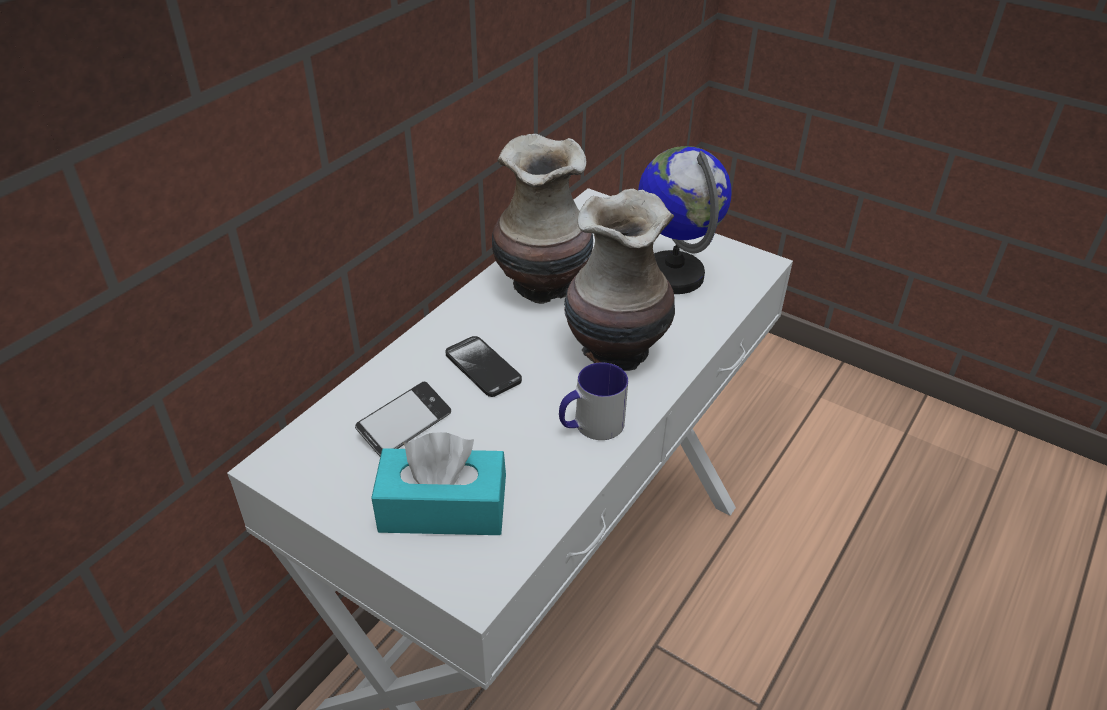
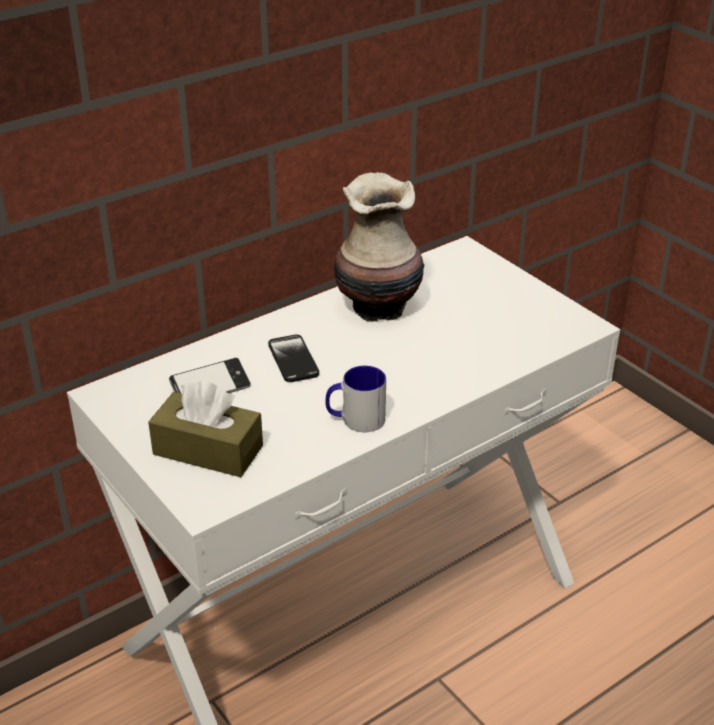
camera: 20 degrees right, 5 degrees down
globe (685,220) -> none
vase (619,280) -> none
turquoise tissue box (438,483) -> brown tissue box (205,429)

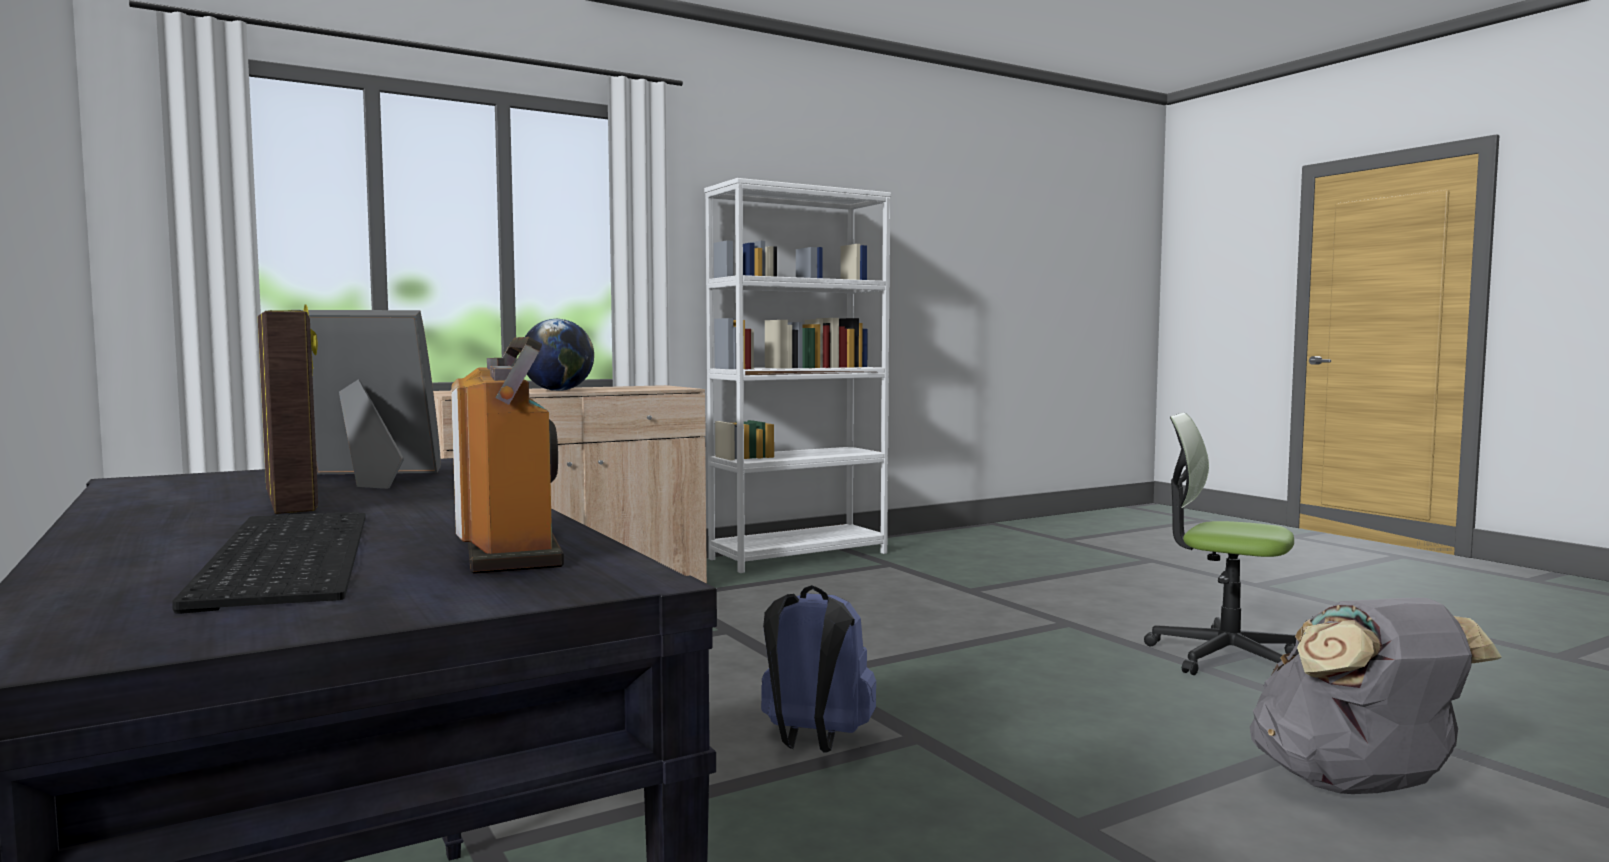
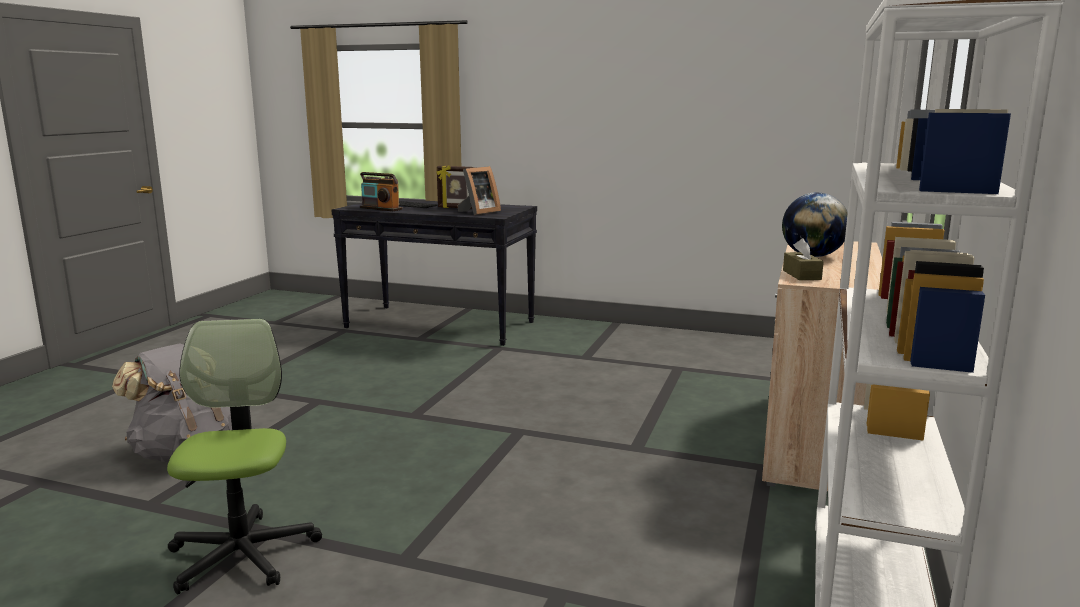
camera: 140 degrees right, 10 degrees up
office chair (1220,544) -> office chair (244,457), 90 degrees counterclockwise
blue backpack (818,669) -> none
none -> brown tissue box (803,259)

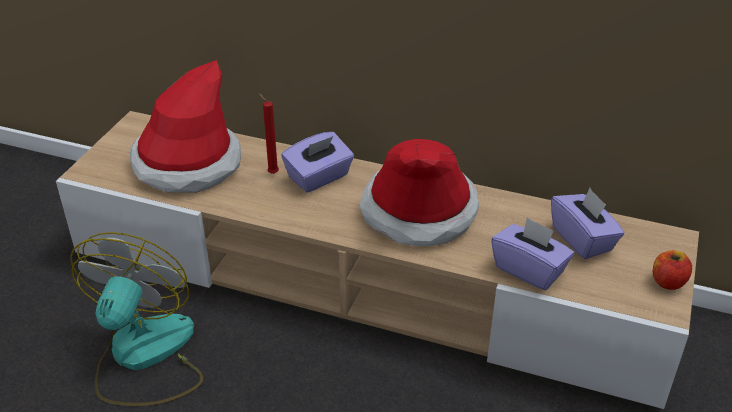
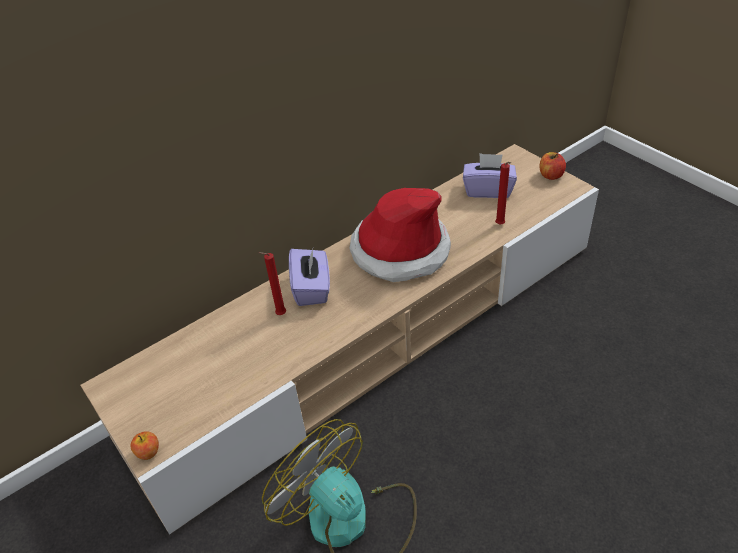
camera: 55 degrees left, 5 degrees up
hat (185,126) -> none
purple tissue box (532,253) -> red candle (503,193)
none -> apple (144,445)

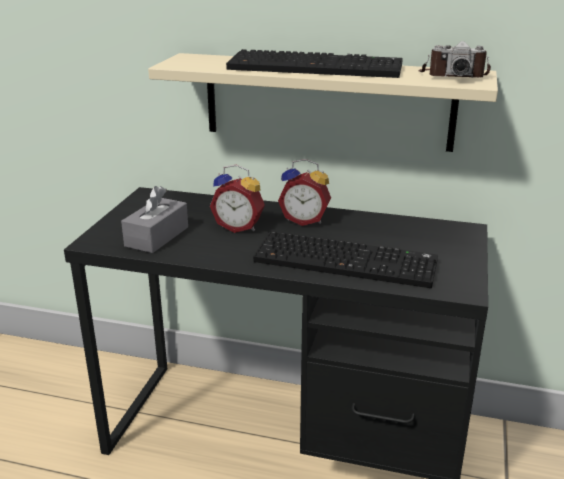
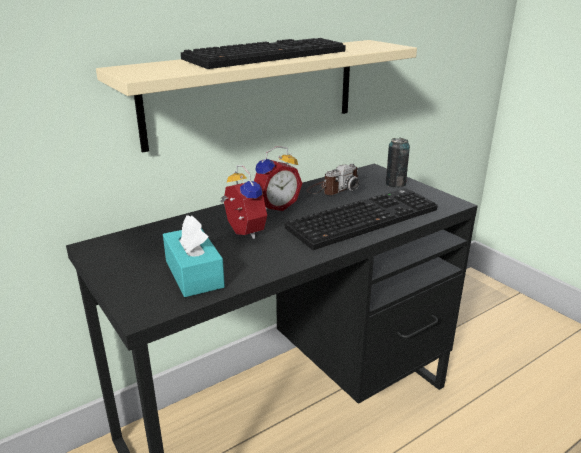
camera: 50 degrees left, 0 degrees up
photo camera (454,59) -> photo camera (333,179), relocated
alarm clock (237,199) -> alarm clock (243,202), 90 degrees counterclockwise
grey tissue box (154,219) -> turquoise tissue box (194,256)
none -> can (398,162)

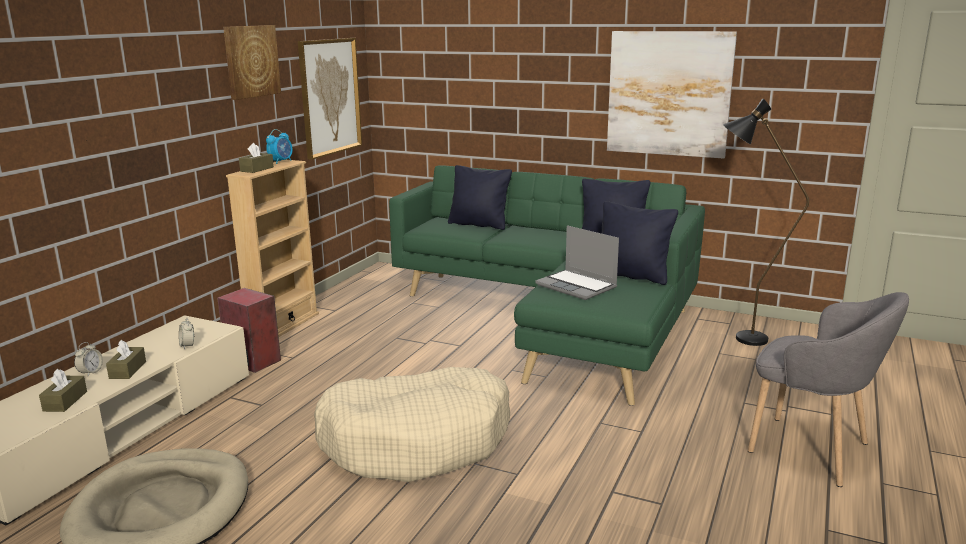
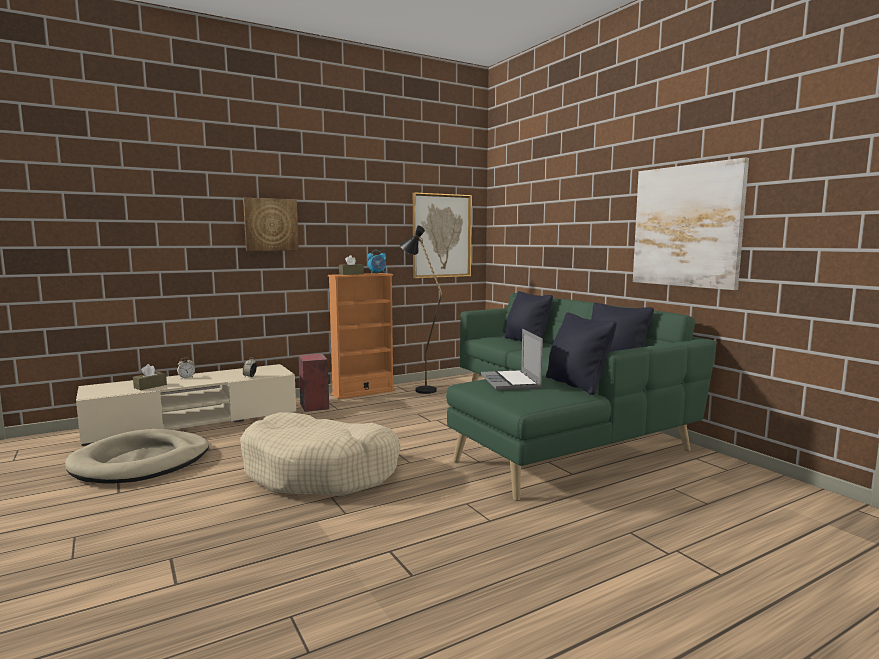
camera: 35 degrees right, 10 degrees down
picture (252,62) -> picture (271,224), relocated
black floor lamp (766,222) -> black floor lamp (421,309), relocated
beige bookcase (272,248) -> orange bookcase (361,336)
grey armchair (828,389) -> none
brown tissue box (126,359) -> none

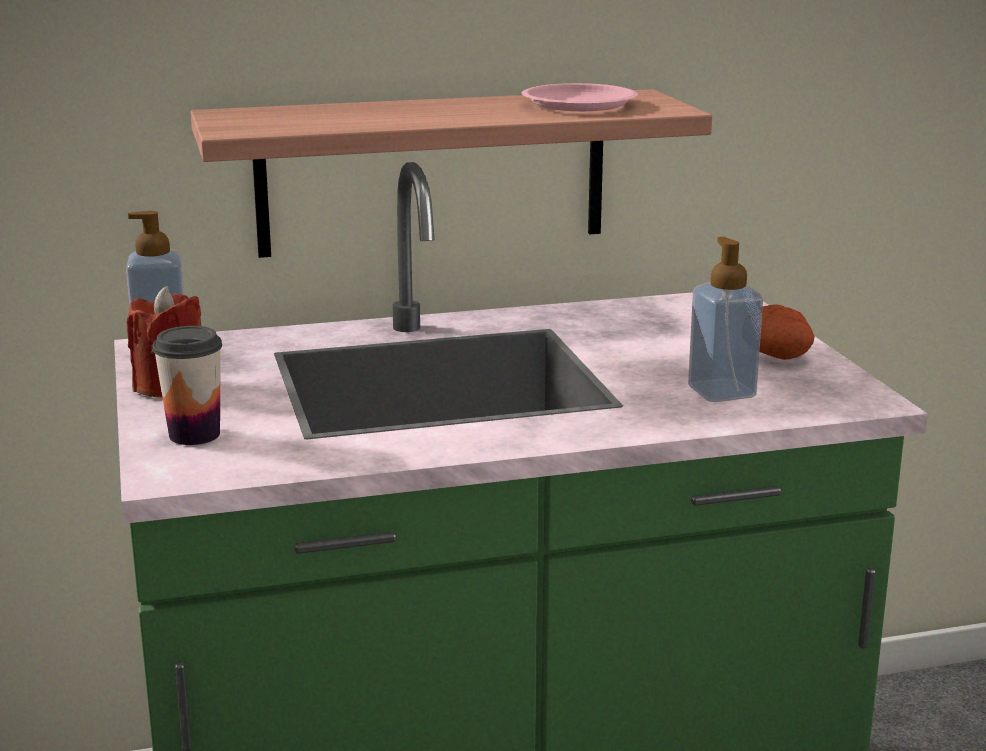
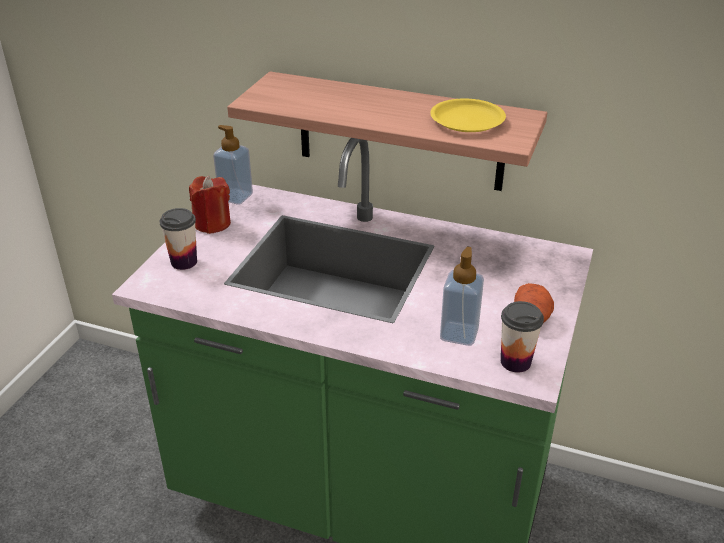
camera: 35 degrees right, 15 degrees up
pink plate (580,97) -> yellow plate (468,115)
none -> cup (522,337)

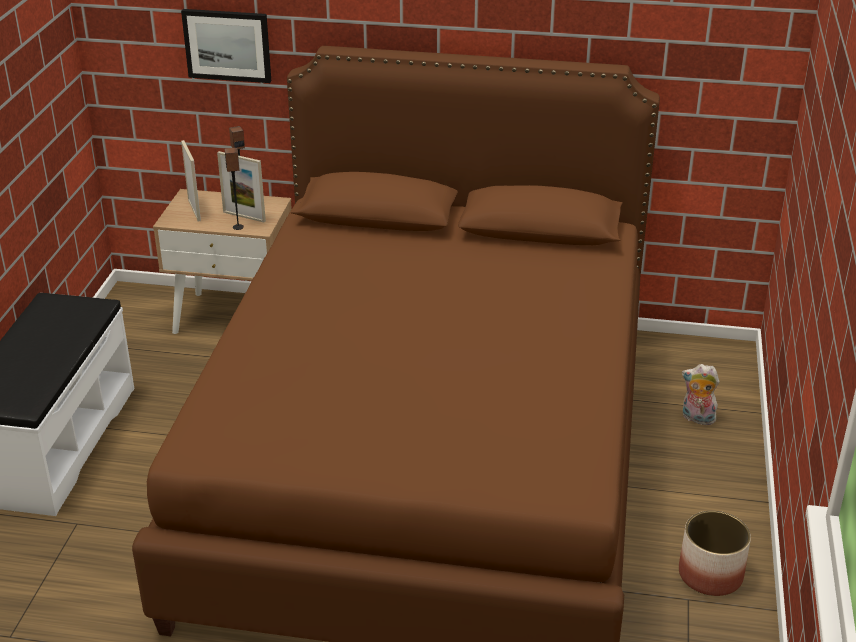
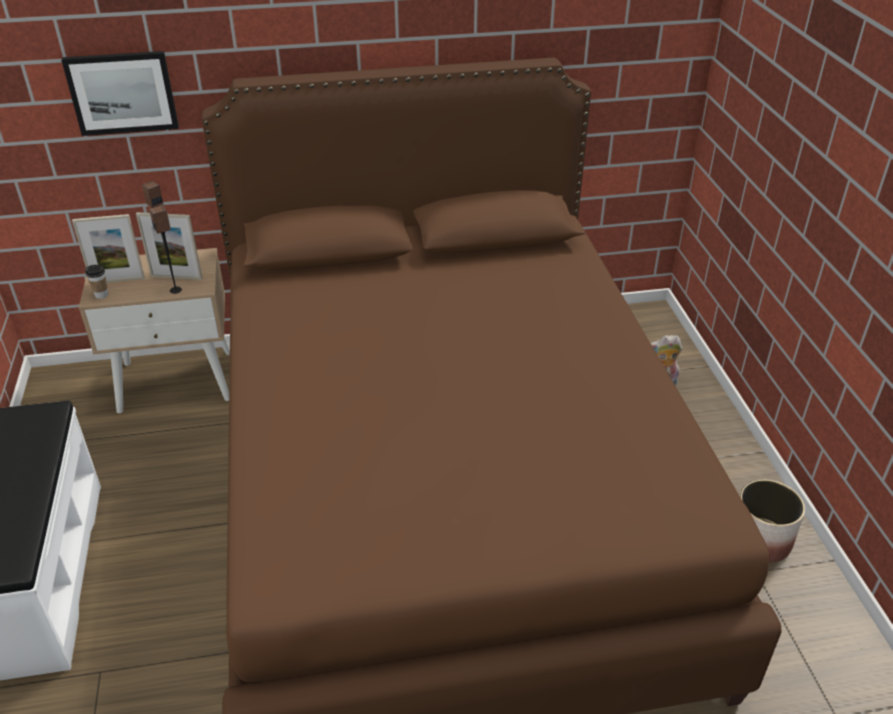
camera: 20 degrees left, 5 degrees up
picture frame (191,180) -> picture frame (108,248), 120 degrees clockwise
none -> cup (96,281)

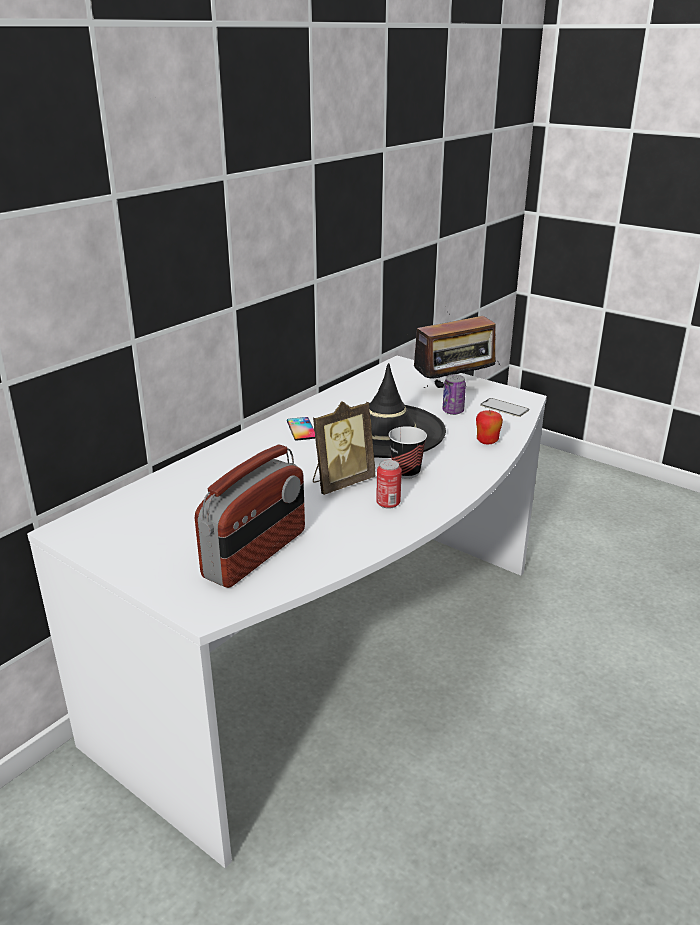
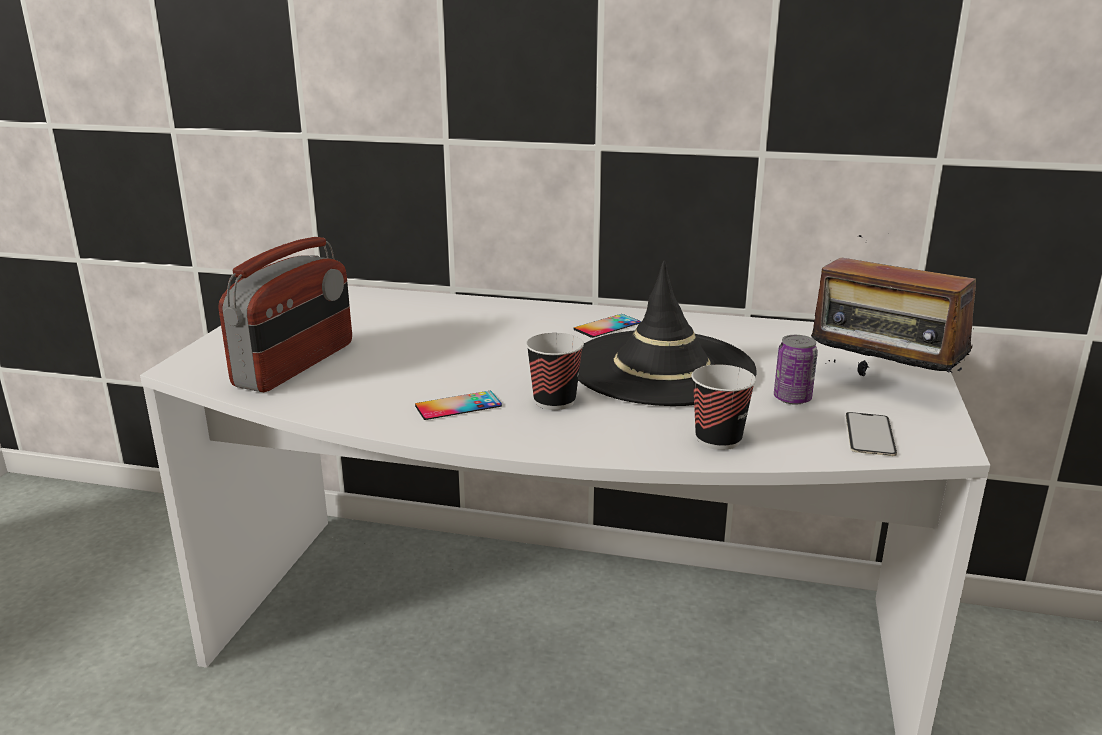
camera: 65 degrees right, 5 degrees down
picture frame (344,448) -> none
apple (489,426) -> cup (724,407)
radio (250,516) -> radio (285,314), 75 degrees counterclockwise
can (389,484) -> phone (458,405)

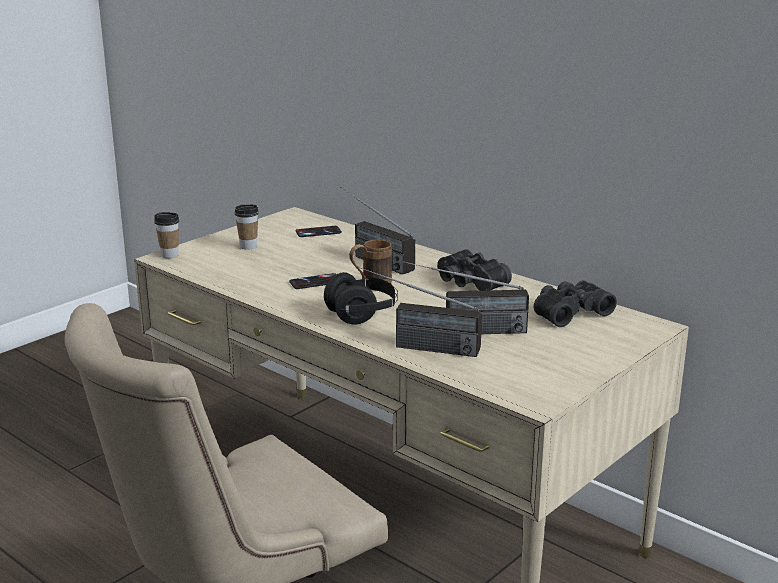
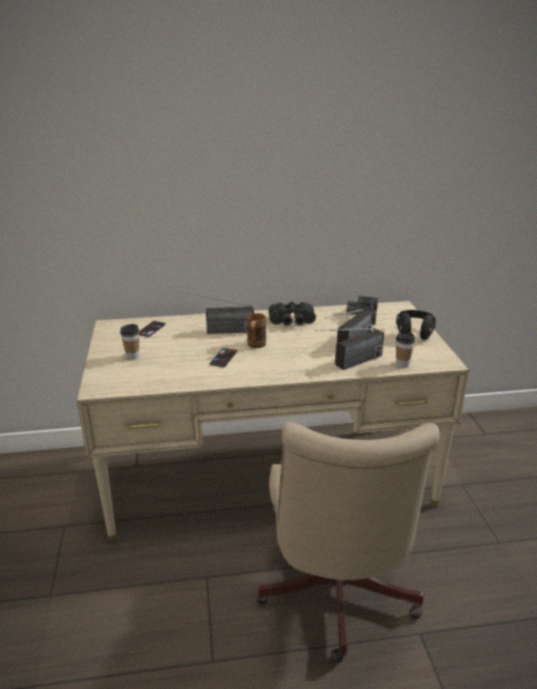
camera: 50 degrees left, 5 degrees up
cup (166,235) -> cup (405,350), relocated
black headphones (361,298) -> black headphones (416,325), relocated

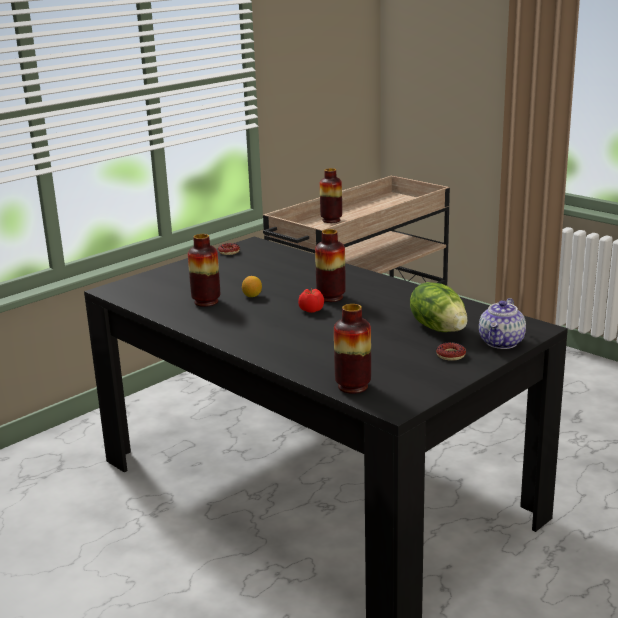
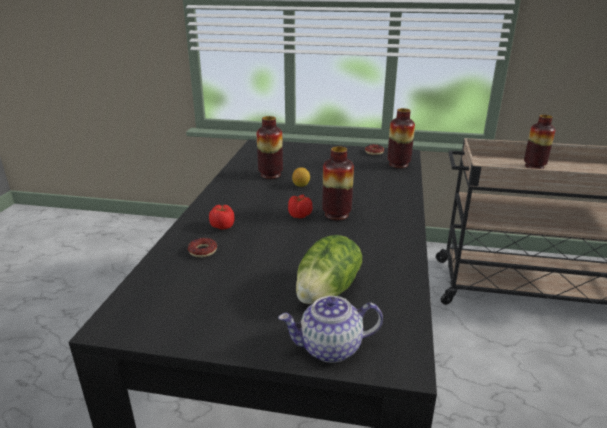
camera: 55 degrees right, 5 degrees up
vase (352,349) -> vase (401,138), relocated
donut (451,352) -> donut (202,247), relocated
none -> tomato (221,217)

